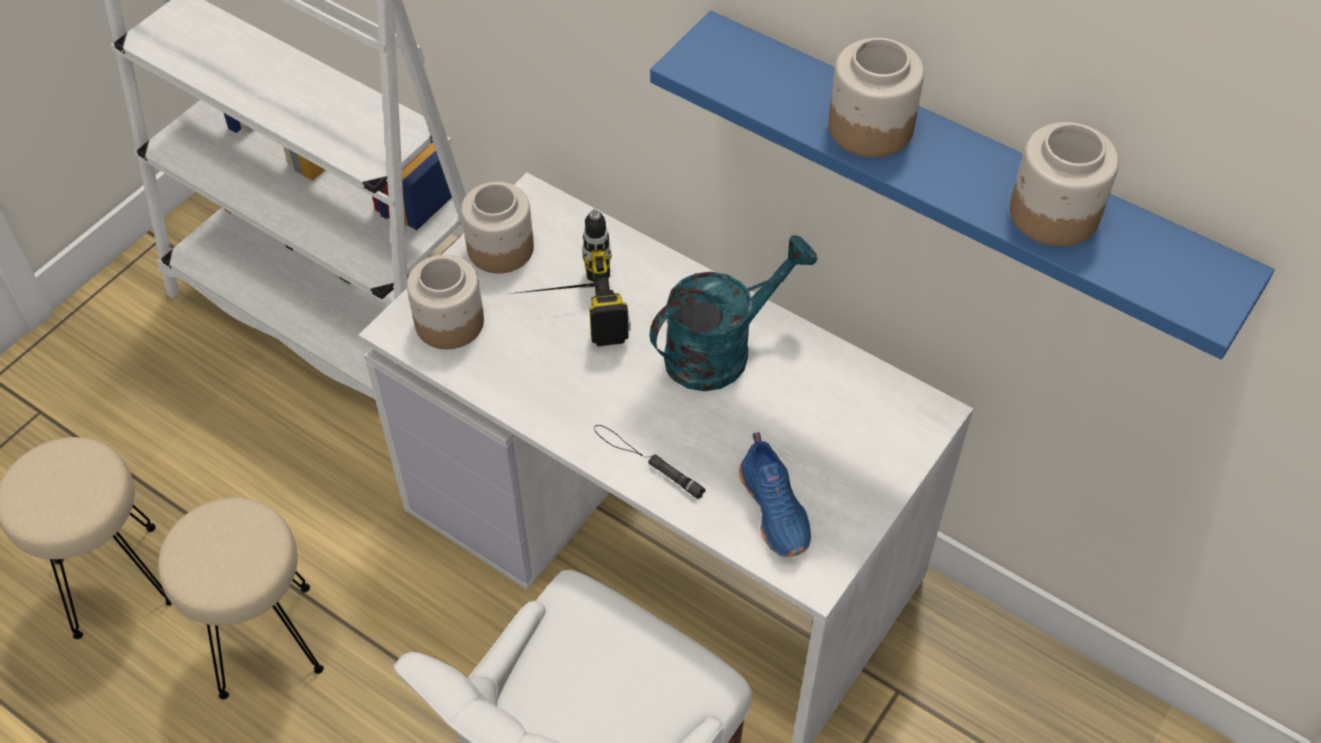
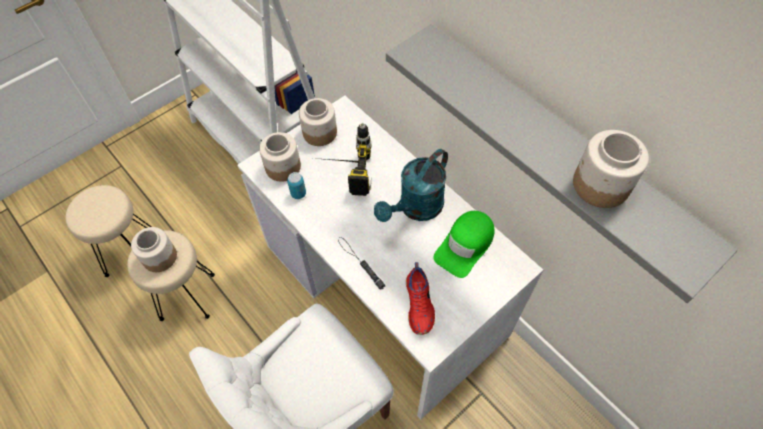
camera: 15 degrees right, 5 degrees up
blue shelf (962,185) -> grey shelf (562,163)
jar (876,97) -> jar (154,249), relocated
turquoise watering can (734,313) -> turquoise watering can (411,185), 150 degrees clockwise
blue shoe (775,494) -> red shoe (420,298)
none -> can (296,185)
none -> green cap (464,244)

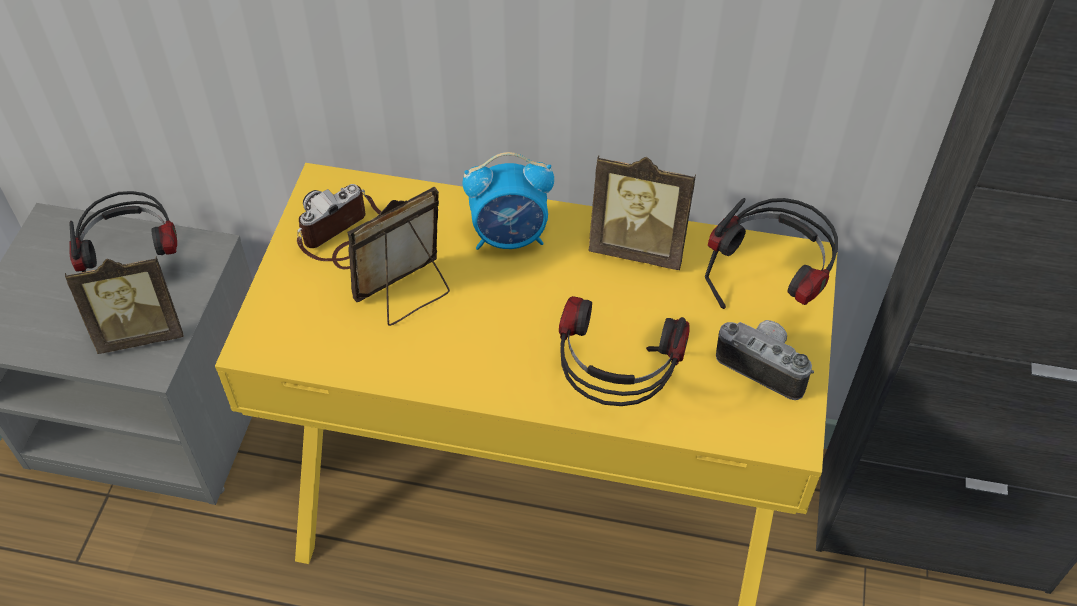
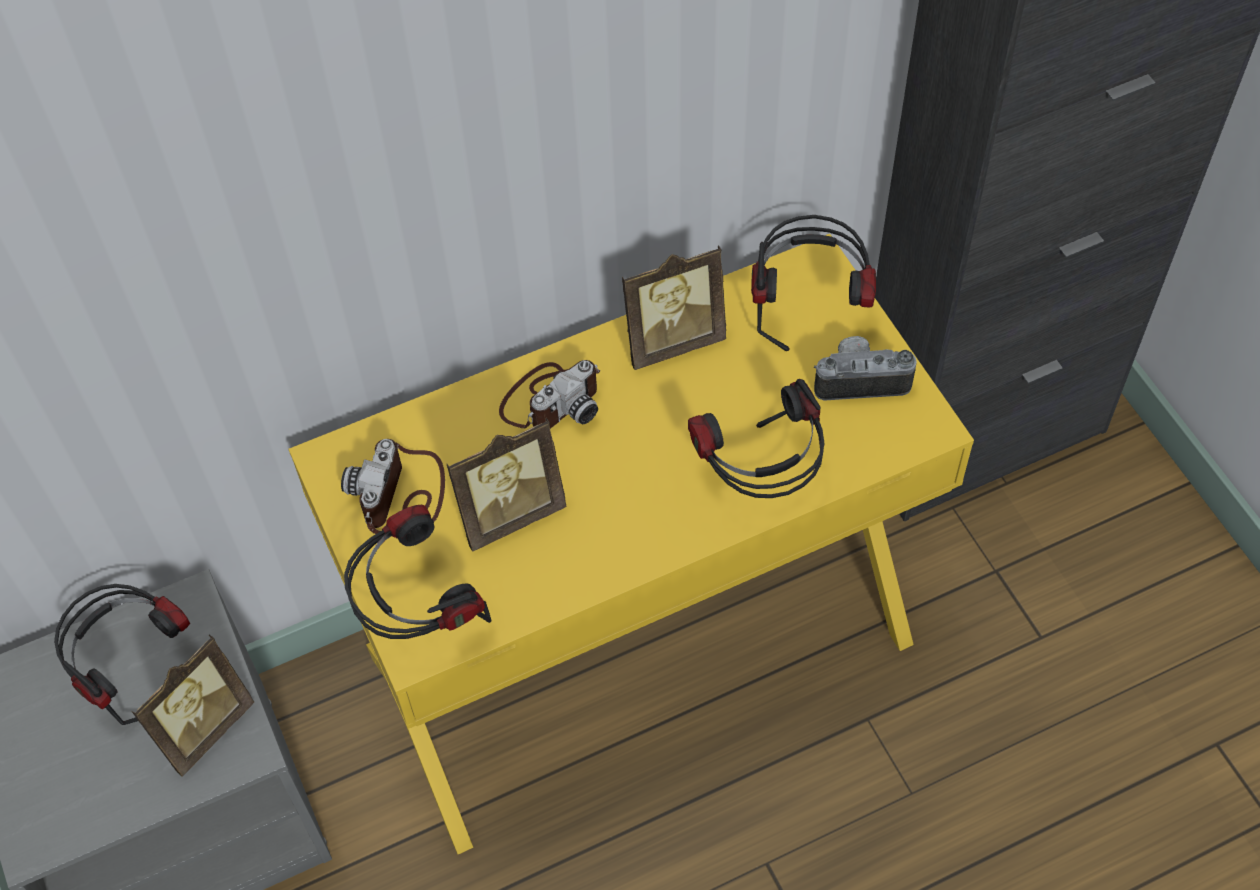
camera: 35 degrees left, 5 degrees up
alarm clock (508,201) -> photo camera (549,394)
picture frame (398,256) -> picture frame (506,485), 135 degrees counterclockwise
none -> headphones (418,572)

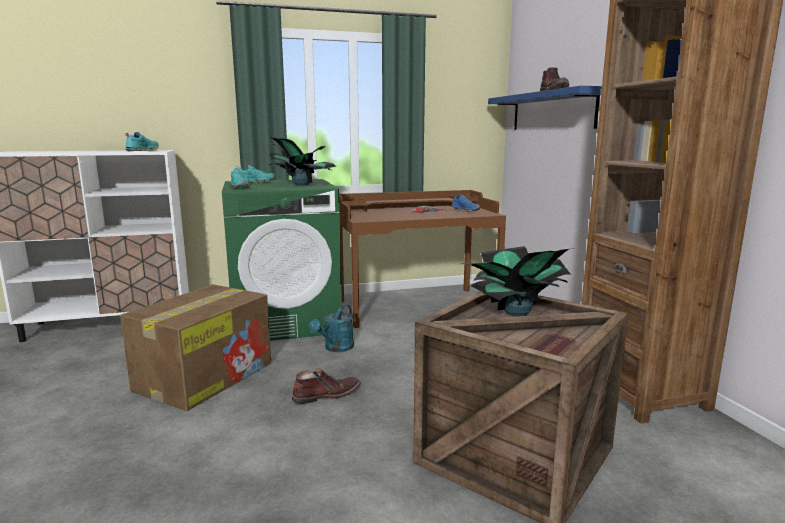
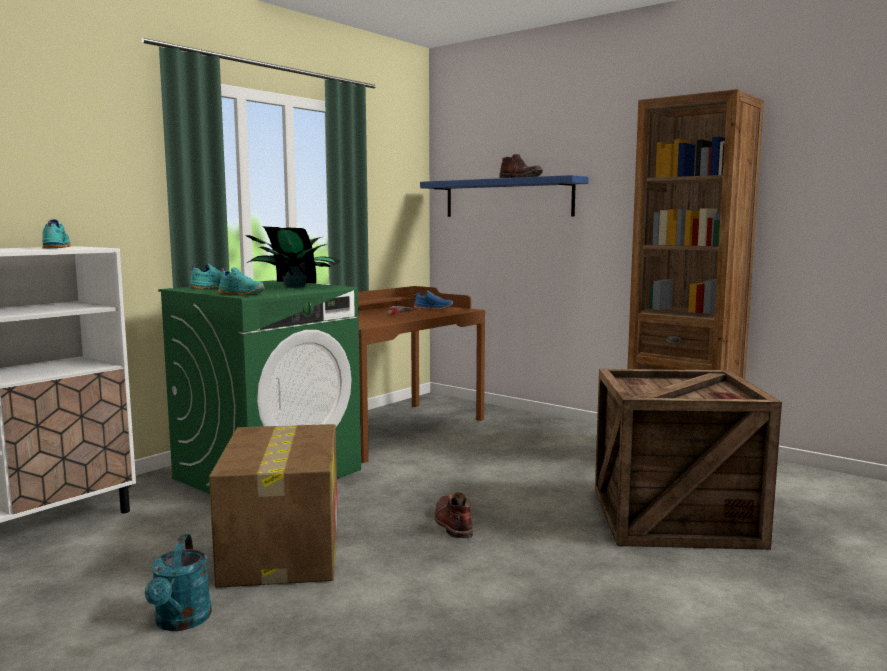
camera: 35 degrees left, 5 degrees down
potted plant (517,281) -> none
turquoise watering can (331,328) -> turquoise watering can (178,582), relocated
brown boot (326,386) -> brown boot (454,515), 45 degrees counterclockwise

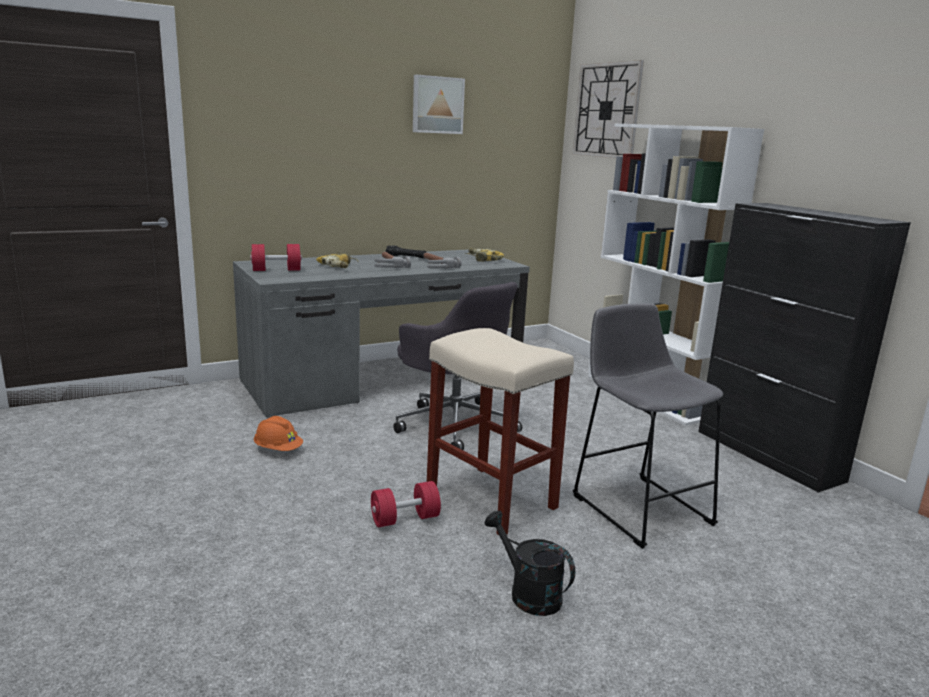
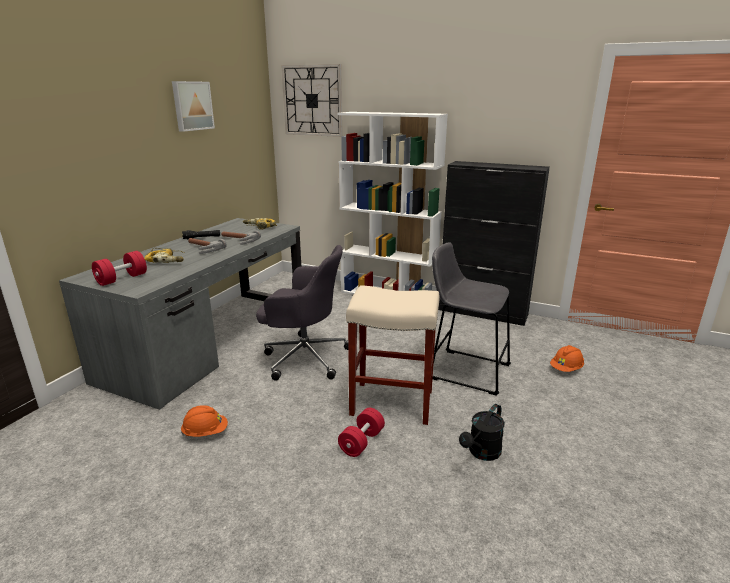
camera: 35 degrees left, 5 degrees up
black watering can (530,563) -> black watering can (482,432), 60 degrees counterclockwise
none -> orange hard hat (567,358)

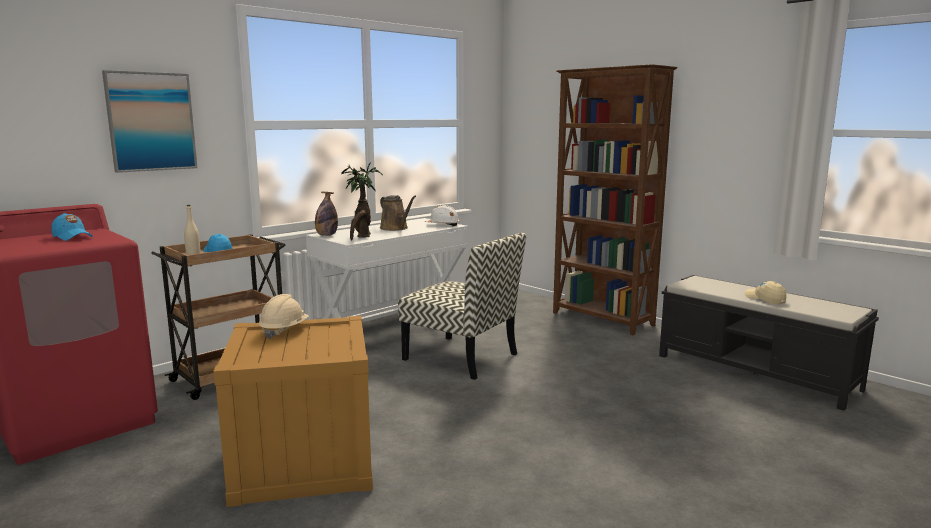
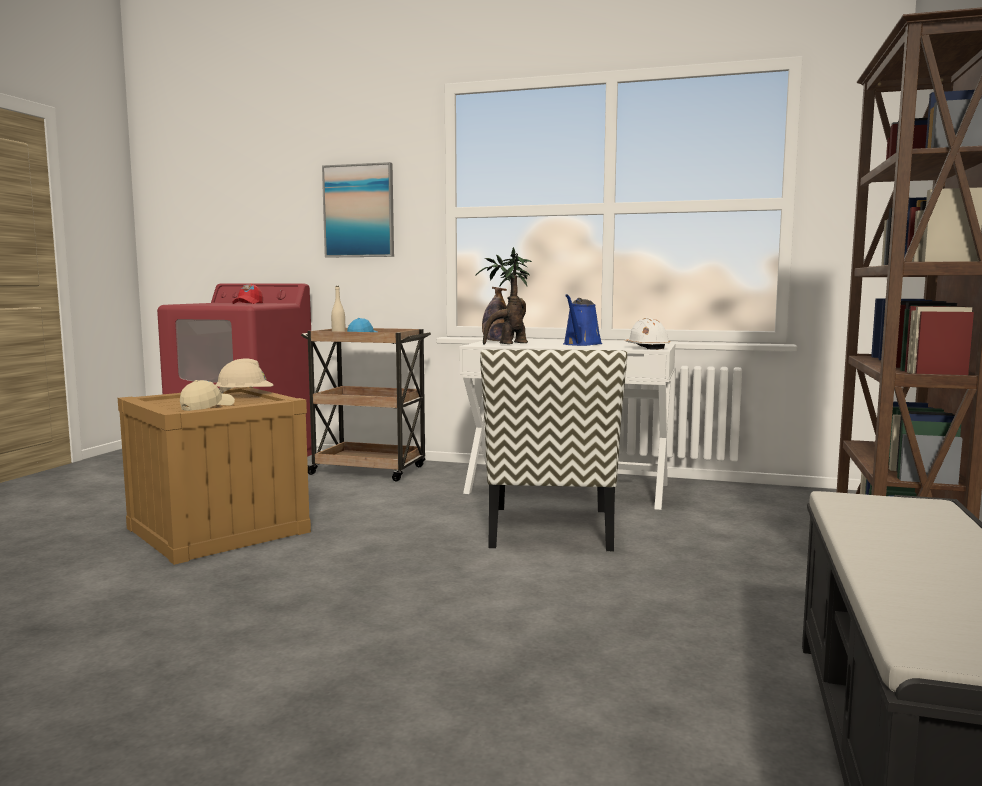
camera: 60 degrees right, 5 degrees down
brown watering can (398,213) -> blue watering can (582,320)
blue cap (72,227) -> red cap (247,294)
beige cap (765,293) -> beige cap (207,395), relocated

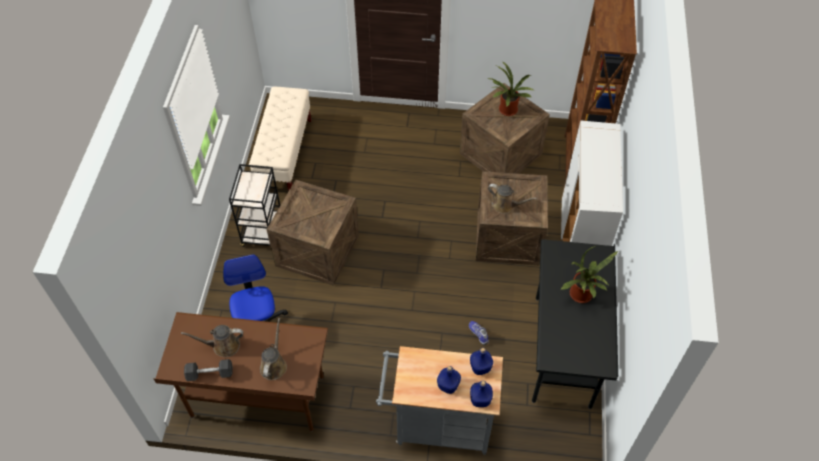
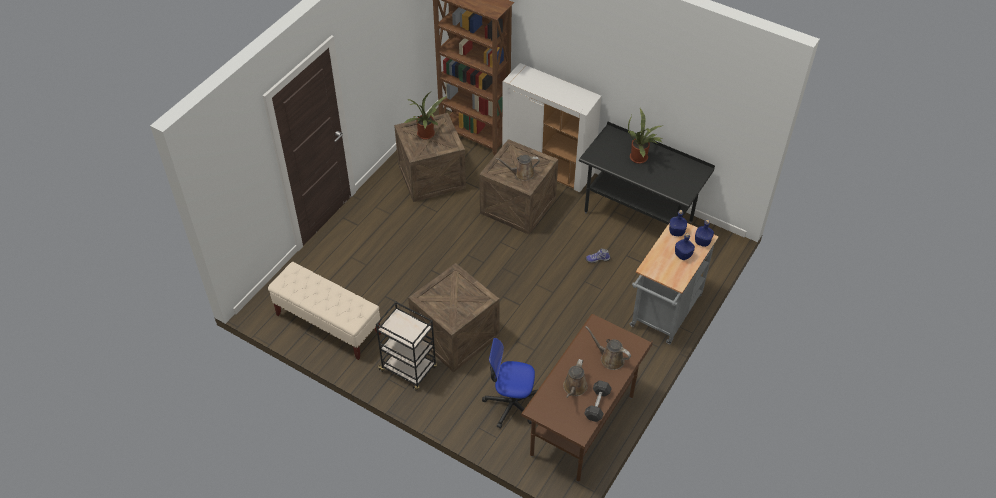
camera: 65 degrees left, 5 degrees down
brown watering can (512,199) -> brown watering can (518,168), 150 degrees counterclockwise

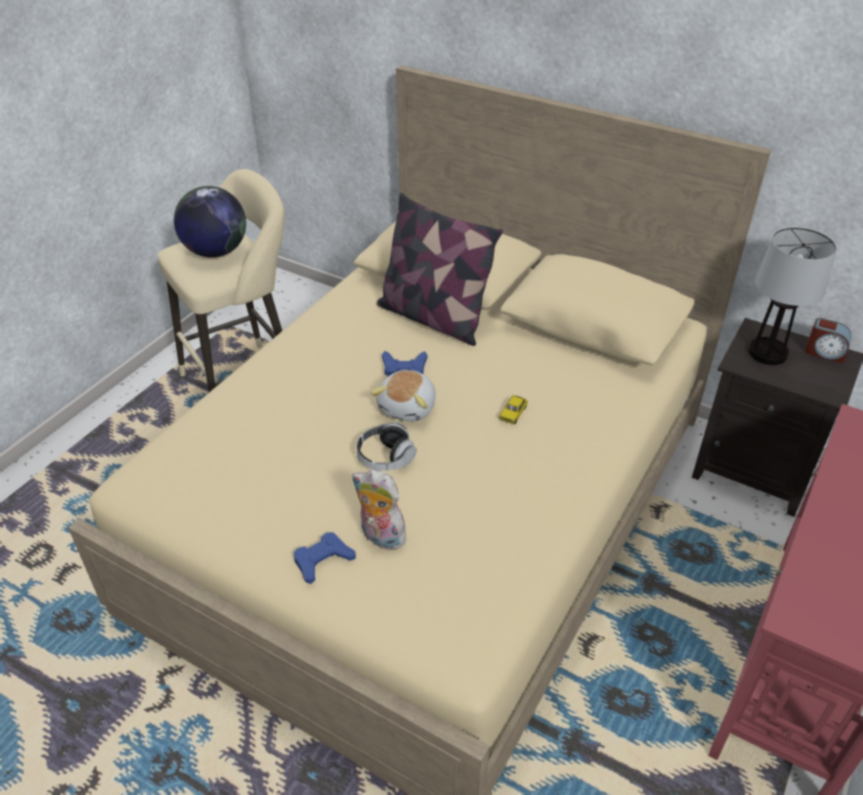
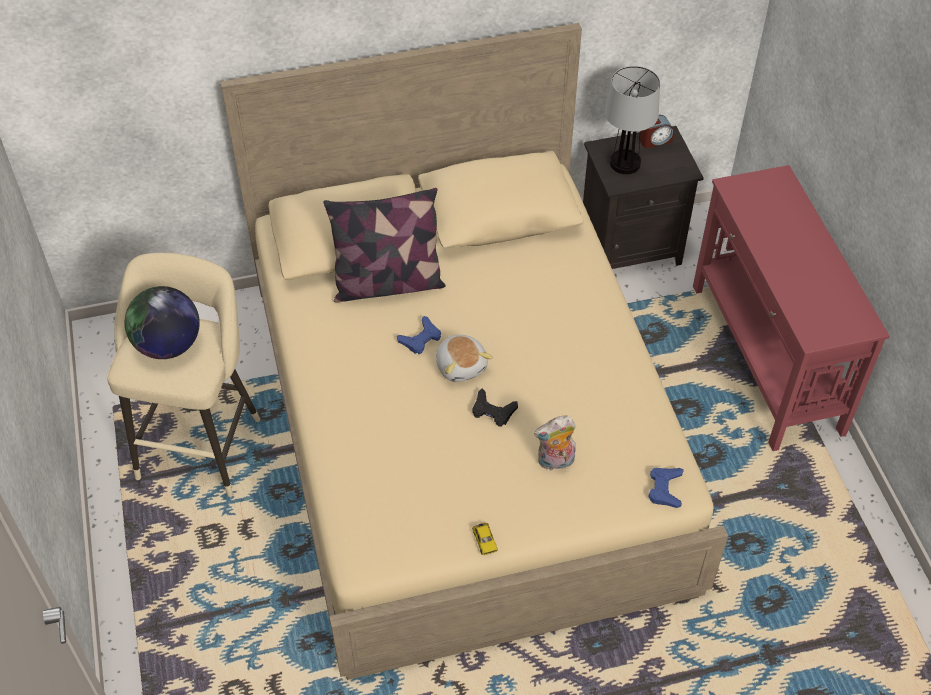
camera: 45 degrees left, 10 degrees up
toy car (513,409) -> toy car (485,539), relocated
headphones (386,446) -> black game controller (495,407)
blue game controller (325,558) -> blue game controller (666,488), relocated

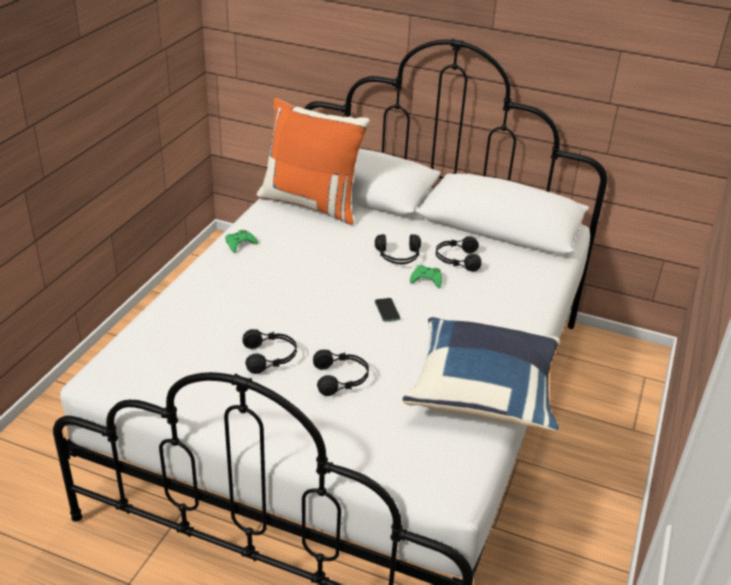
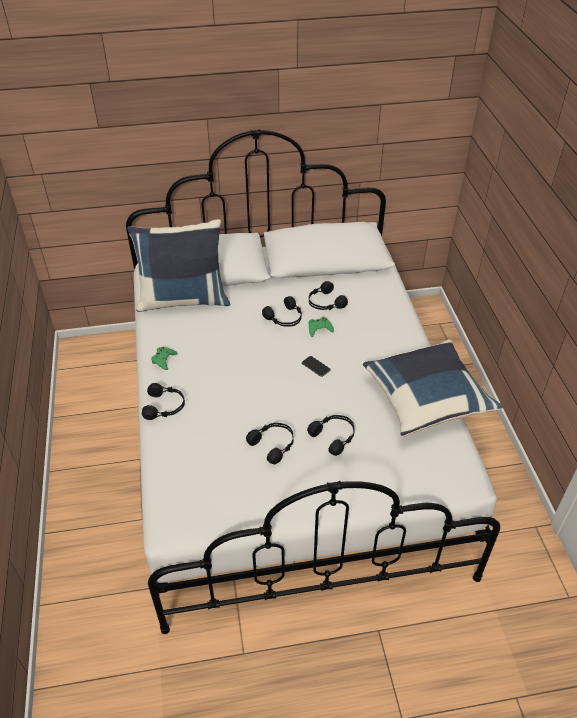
camera: 30 degrees left, 10 degrees up
orange pillow (313,161) -> blue pillow (178,265)
none -> black headphones (163,401)

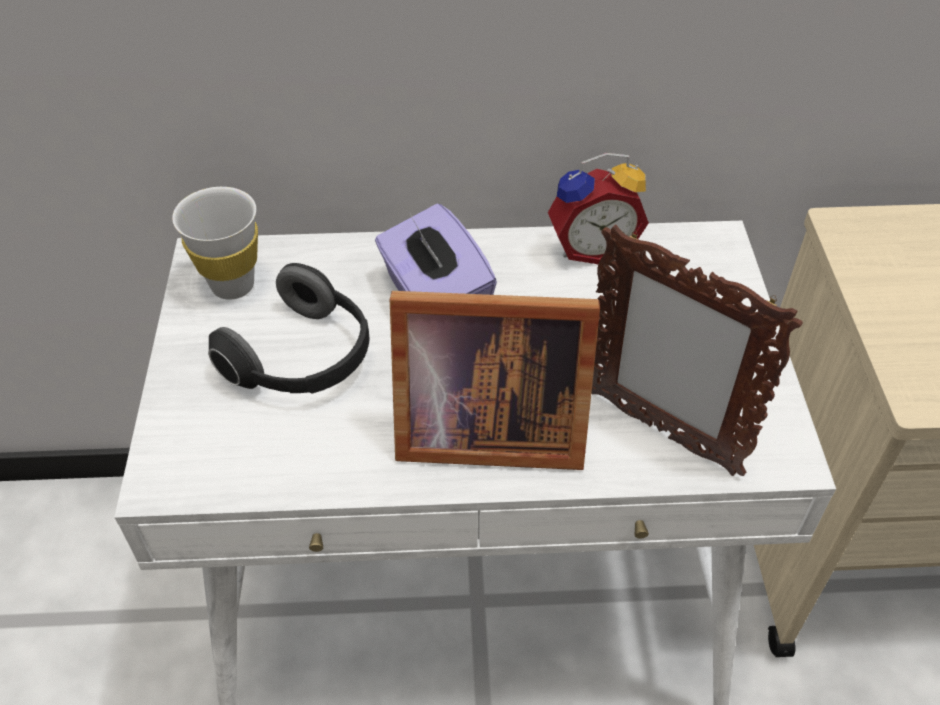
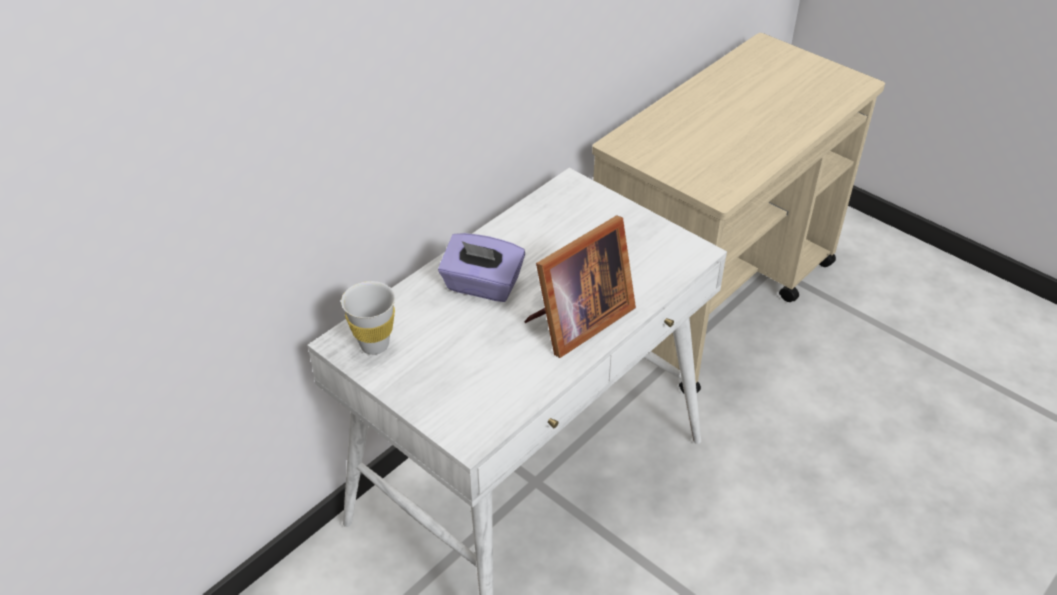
camera: 45 degrees left, 5 degrees down
alarm clock (598,208) -> none
picture frame (697,350) -> none
headphones (289,328) -> none

